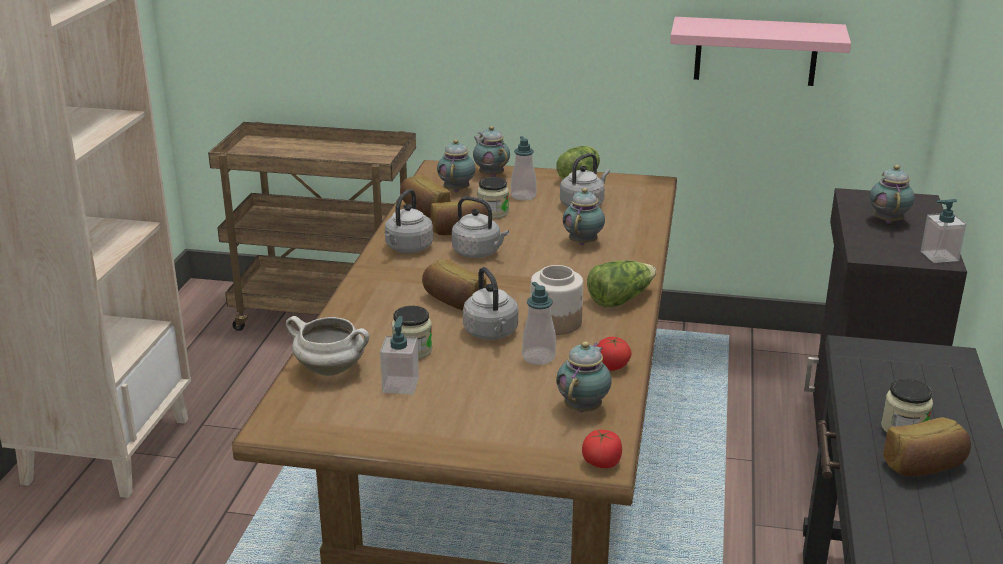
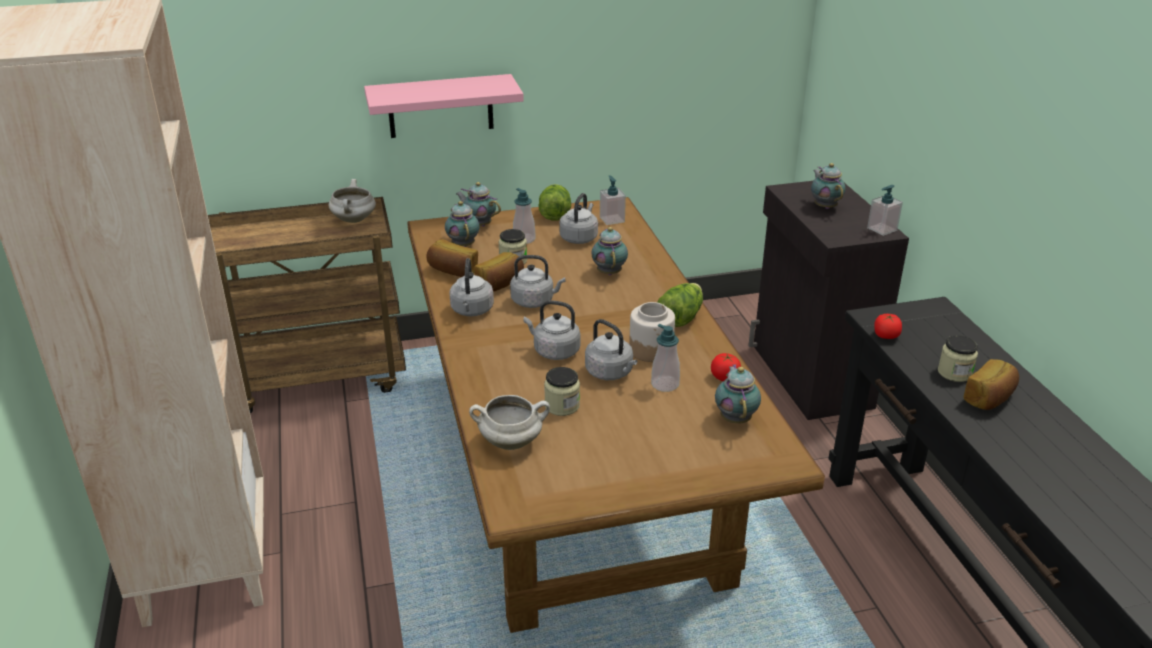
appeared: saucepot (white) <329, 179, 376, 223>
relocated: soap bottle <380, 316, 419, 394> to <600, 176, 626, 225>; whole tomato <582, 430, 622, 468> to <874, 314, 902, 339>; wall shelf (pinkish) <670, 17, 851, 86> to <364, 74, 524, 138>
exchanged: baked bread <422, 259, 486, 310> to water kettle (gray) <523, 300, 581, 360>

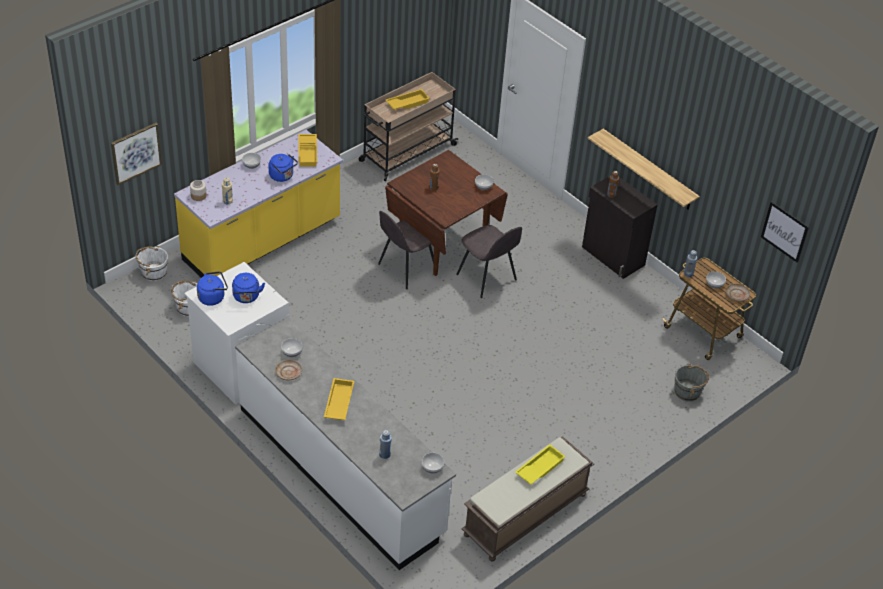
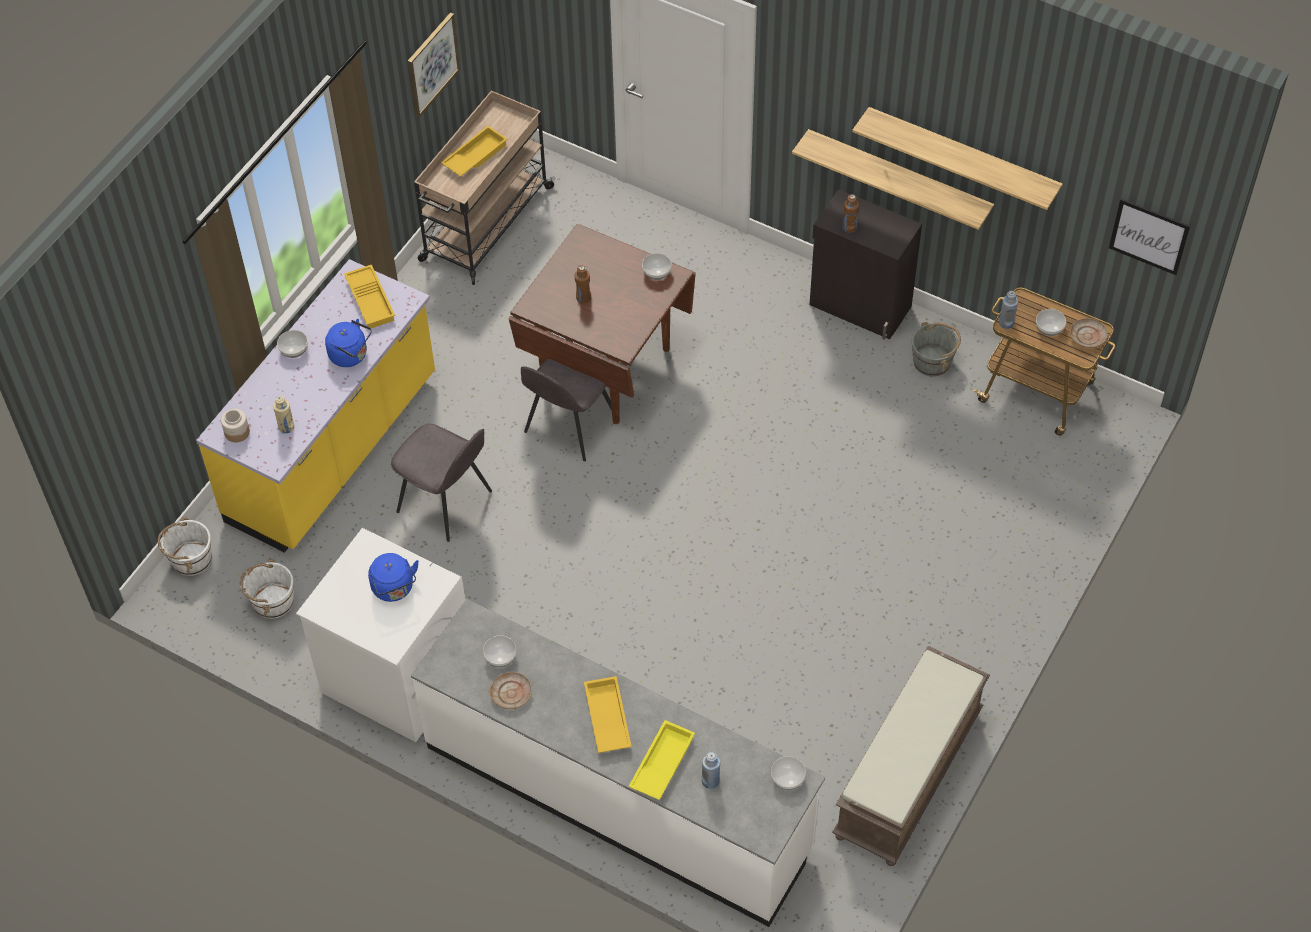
missing: water kettle (bluish) <197, 272, 228, 306>
appeared: wall shelf <852, 107, 1063, 210>
relocated: wall picture <111, 123, 162, 185> to <408, 12, 461, 118>; chair (gray) <456, 225, 522, 298> to <391, 424, 492, 542>; serving tray (yellowish) <515, 444, 566, 485> to <629, 720, 695, 800>; pail (gray) <674, 363, 709, 401> to <912, 322, 961, 377>

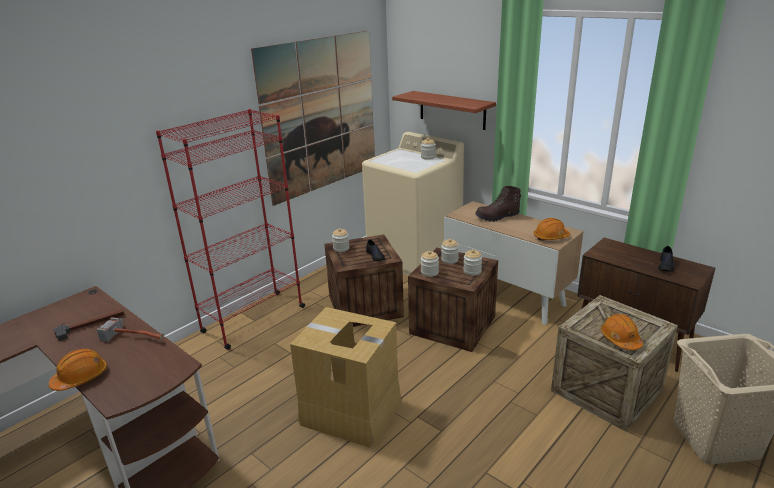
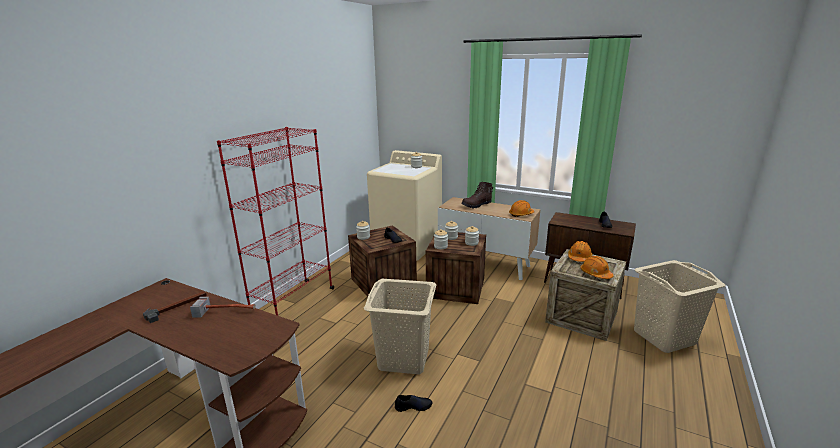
missing: wall picture <251, 31, 375, 206>; wall shelf <392, 91, 496, 130>
appeared: item of footwear (blackish) <395, 395, 433, 412>
relocated: work helmet (orange-coloured) <49, 349, 107, 391> to <568, 241, 592, 262>
exchanged: packing box <290, 307, 402, 448> to hamper (sand-coloured) <364, 279, 436, 374>

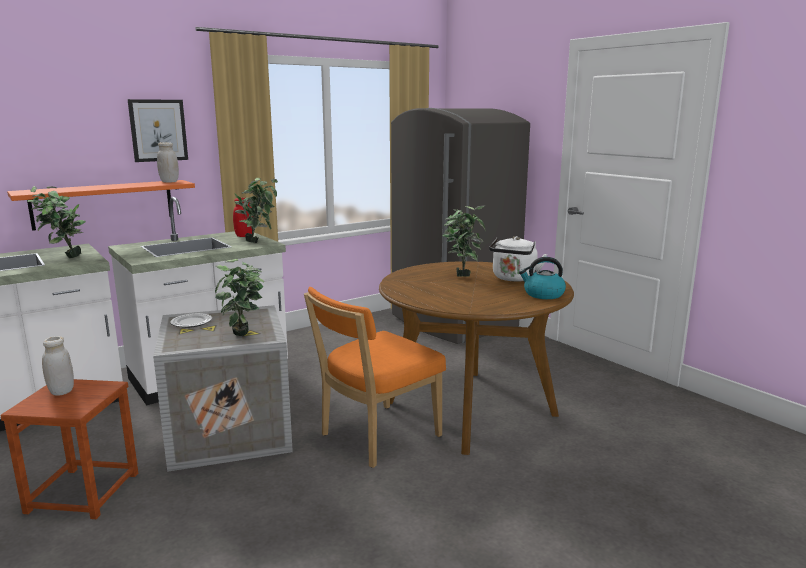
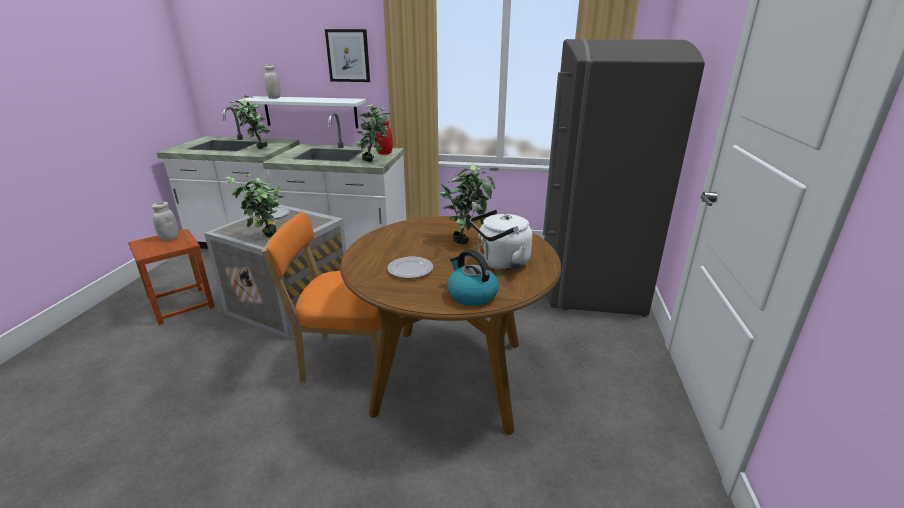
appeared: flat dish <387, 257, 433, 278>
relocated: jar (white) <157, 142, 179, 183> to <264, 65, 280, 99>
colour: wall shelf (orange-coloured) <7, 180, 195, 231> to wall shelf (white) <237, 96, 366, 128>

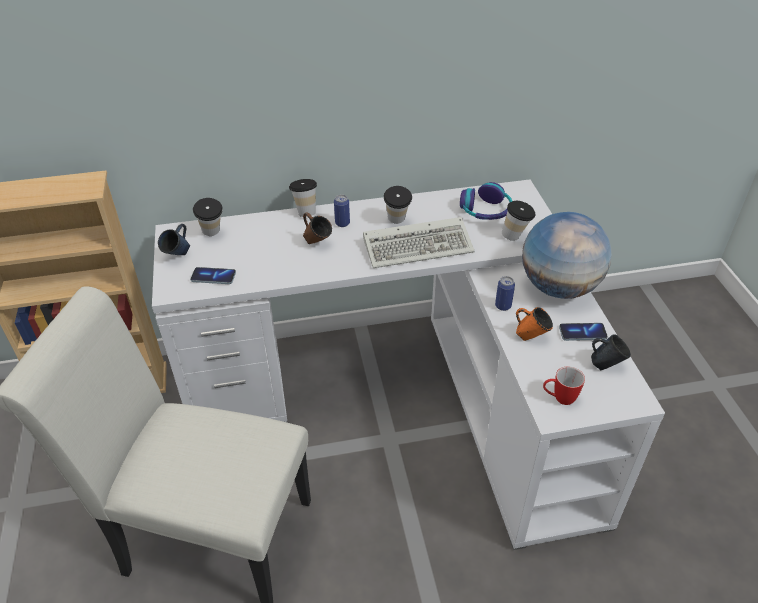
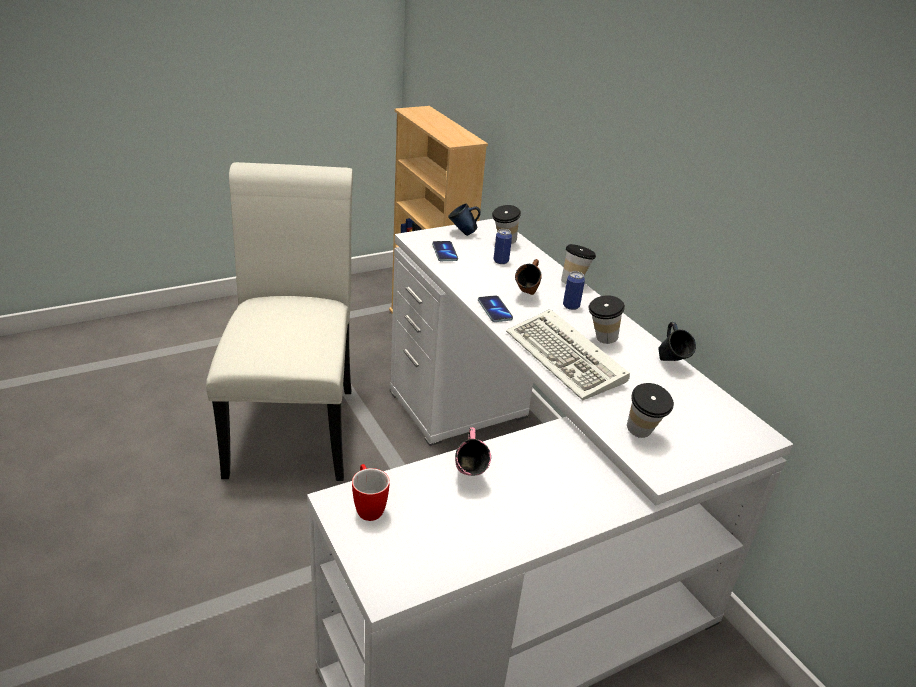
missing: headset <460, 182, 512, 220>; globe <522, 212, 612, 299>
relocated: metal can <495, 276, 515, 311> to <494, 229, 512, 264>; telephone <559, 323, 608, 341> to <478, 295, 513, 322>; tea mug (bluish) <591, 334, 631, 370> to <658, 322, 696, 361>
colour: tea mug (orange-coloured) <516, 307, 553, 341> to tea mug (pinkish) <455, 427, 491, 476>

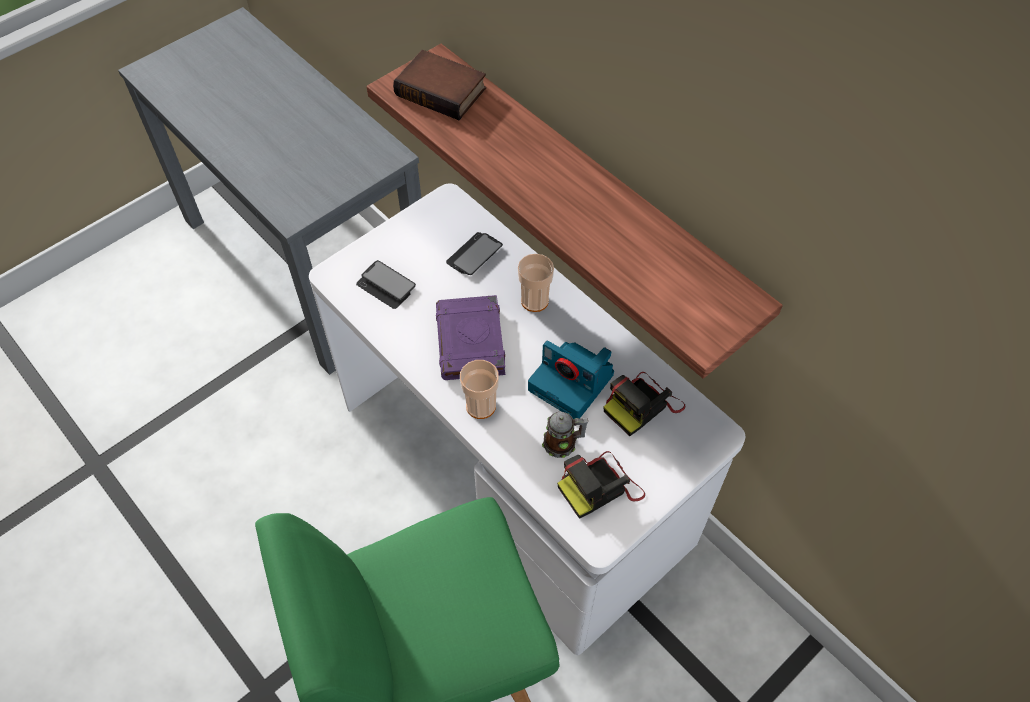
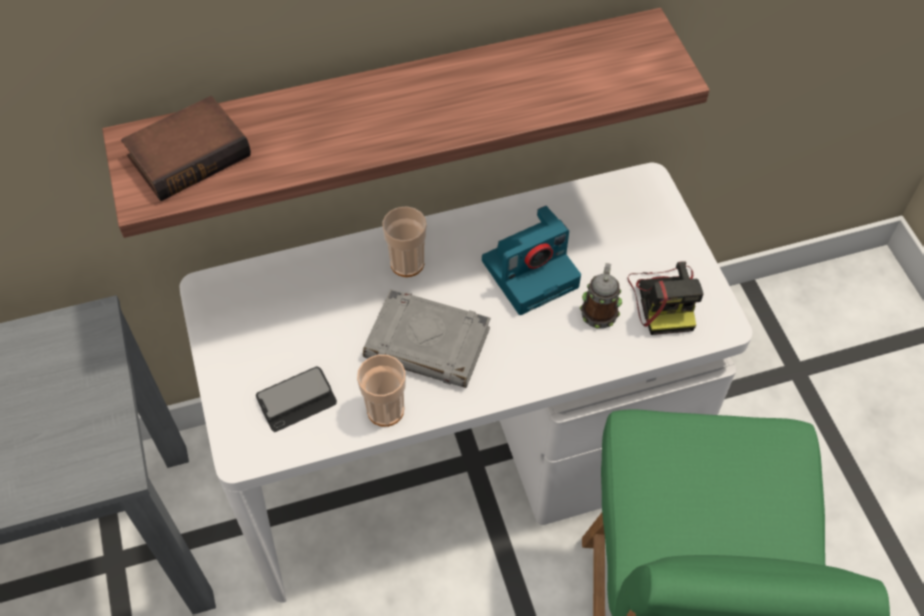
missing: telephone <446, 232, 503, 275>; photo camera <604, 372, 686, 436>
relocated: cup <460, 360, 499, 419> to <357, 355, 406, 427>
colour: volume (purple-coloured) <436, 295, 505, 380> to volume (gray) <363, 289, 490, 388>

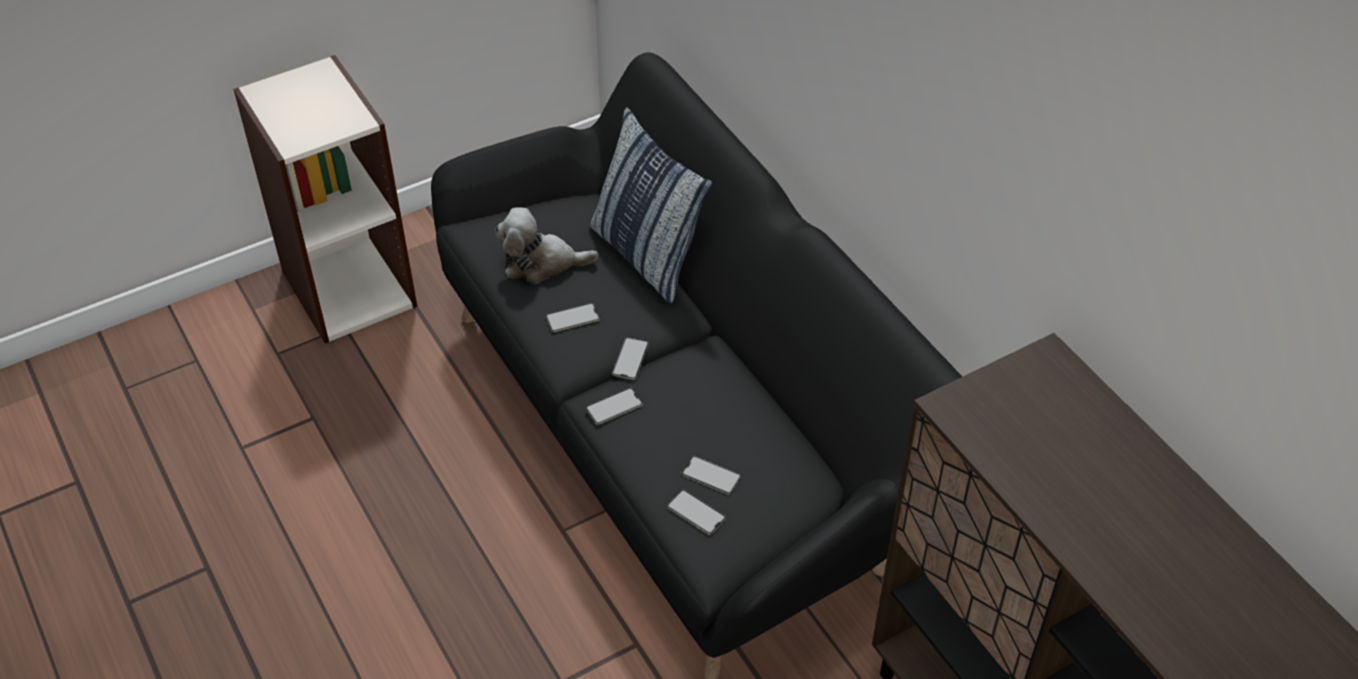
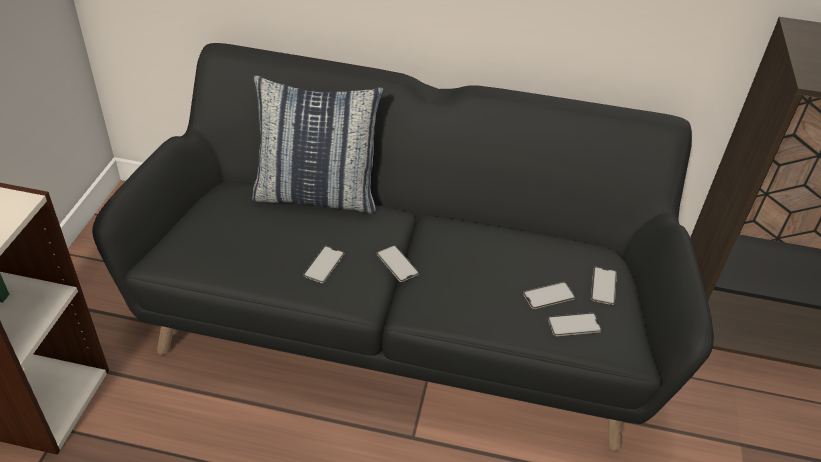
missing: cuddly toy <495, 207, 598, 284>
relocated: telephone <586, 388, 643, 425> to <591, 267, 617, 305>

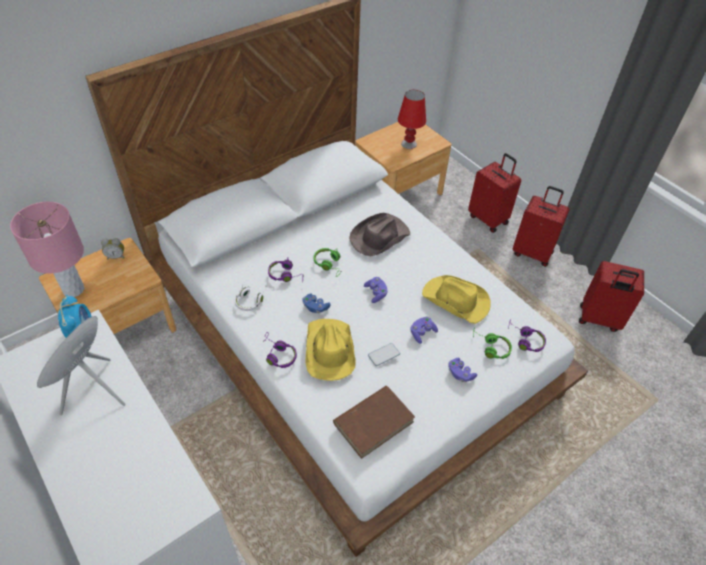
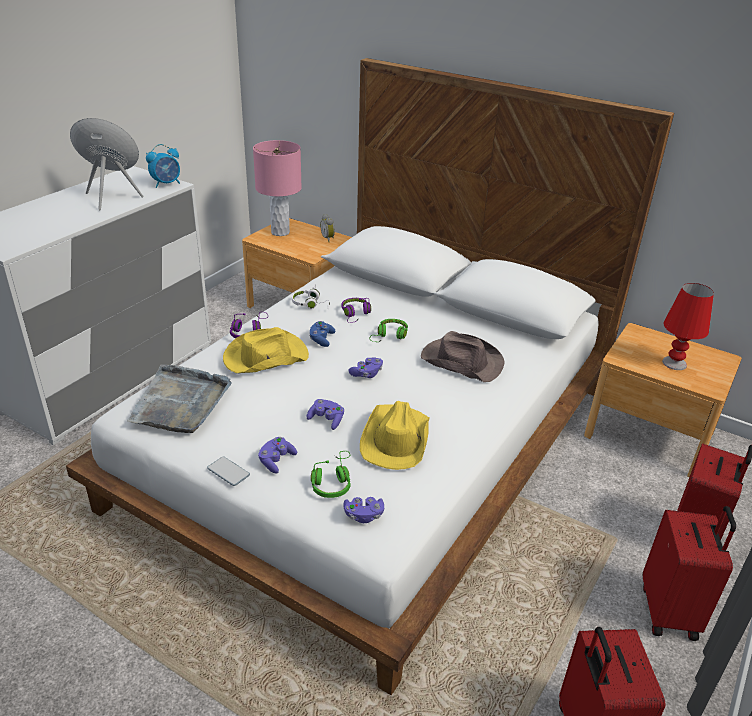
relocated: telephone <368, 343, 400, 366> to <207, 456, 250, 486>
exchanged: volume (brown-coloured) <333, 386, 415, 459> to serving tray (gray) <127, 365, 232, 433>; headset (purple-coloured) <508, 319, 546, 352> to joypad (purple-coloured) <343, 497, 384, 523>

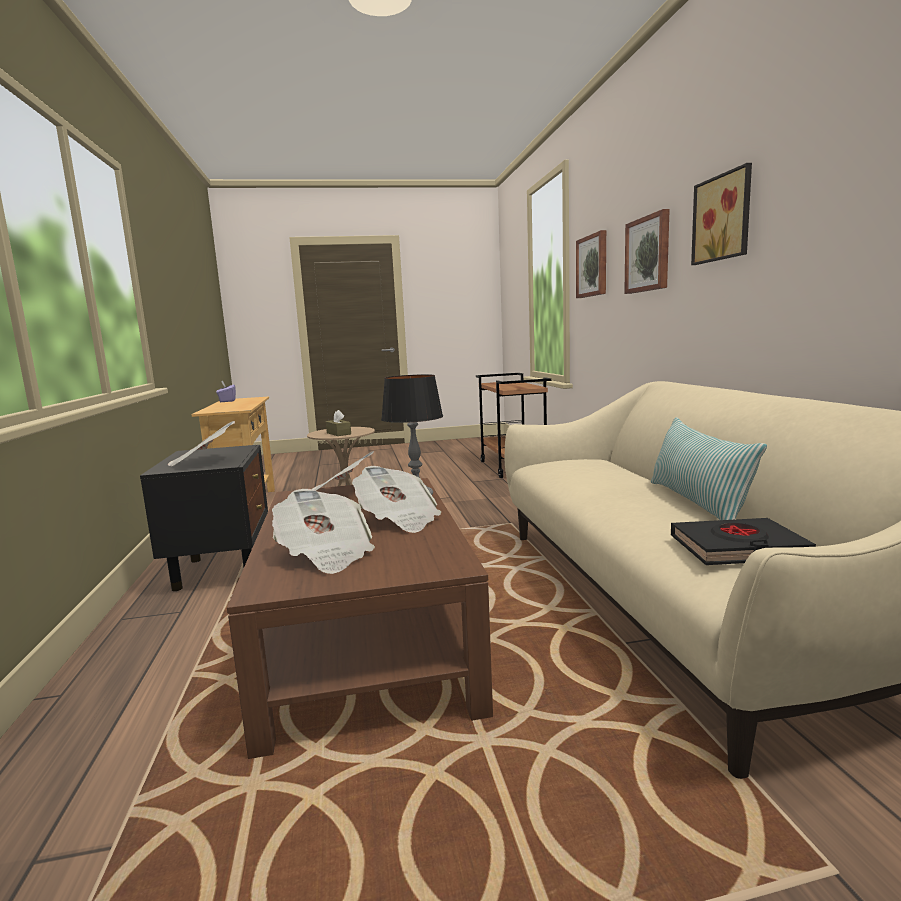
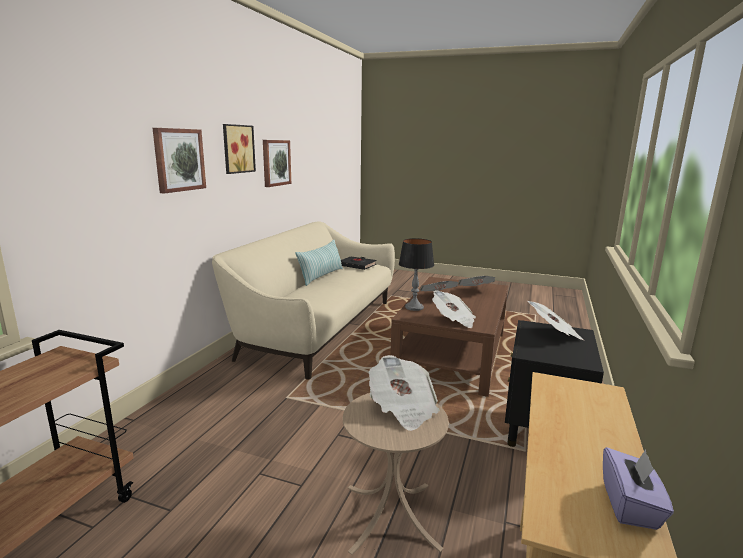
relocated: wall picture <576, 230, 606, 298> to <263, 140, 291, 187>
exchanged: box of tissues (brown-coloured) <326, 410, 351, 436> to daily paper <369, 355, 440, 431>

